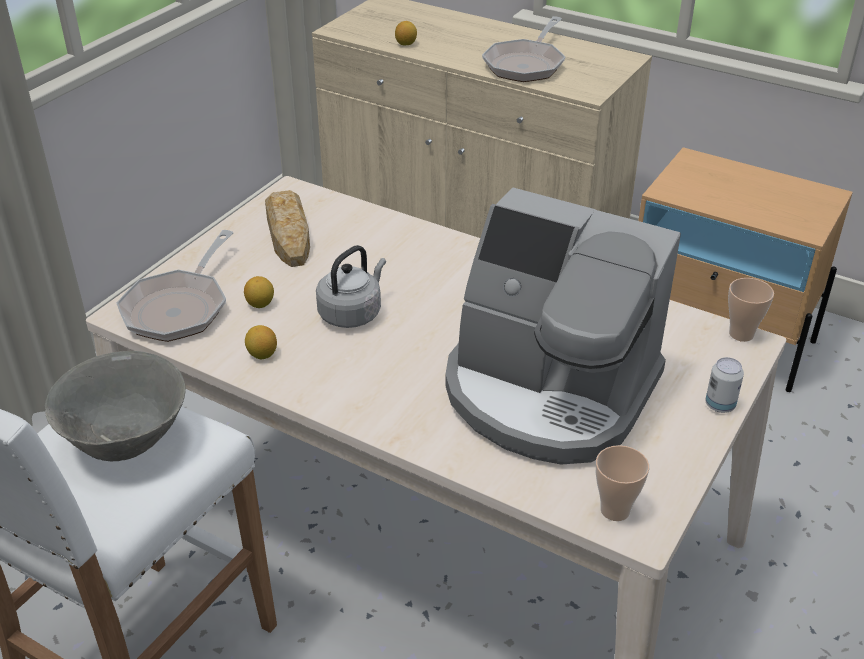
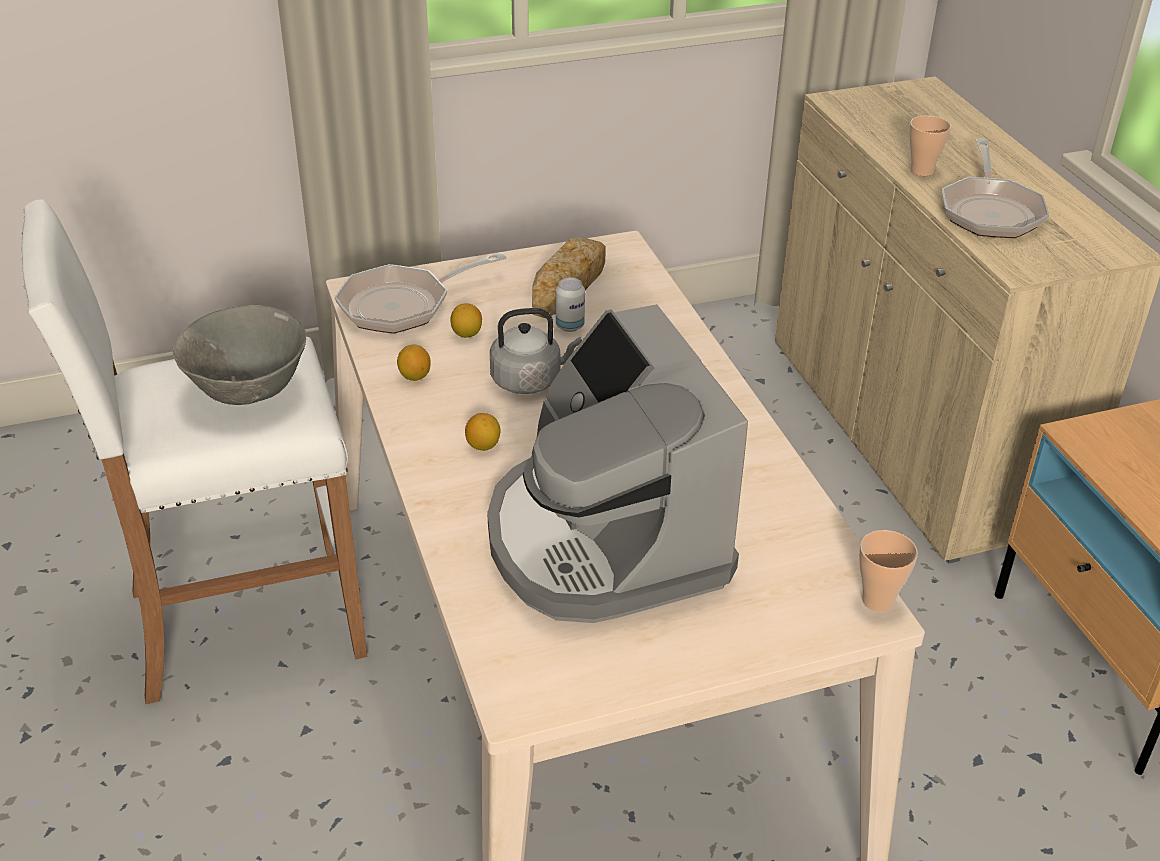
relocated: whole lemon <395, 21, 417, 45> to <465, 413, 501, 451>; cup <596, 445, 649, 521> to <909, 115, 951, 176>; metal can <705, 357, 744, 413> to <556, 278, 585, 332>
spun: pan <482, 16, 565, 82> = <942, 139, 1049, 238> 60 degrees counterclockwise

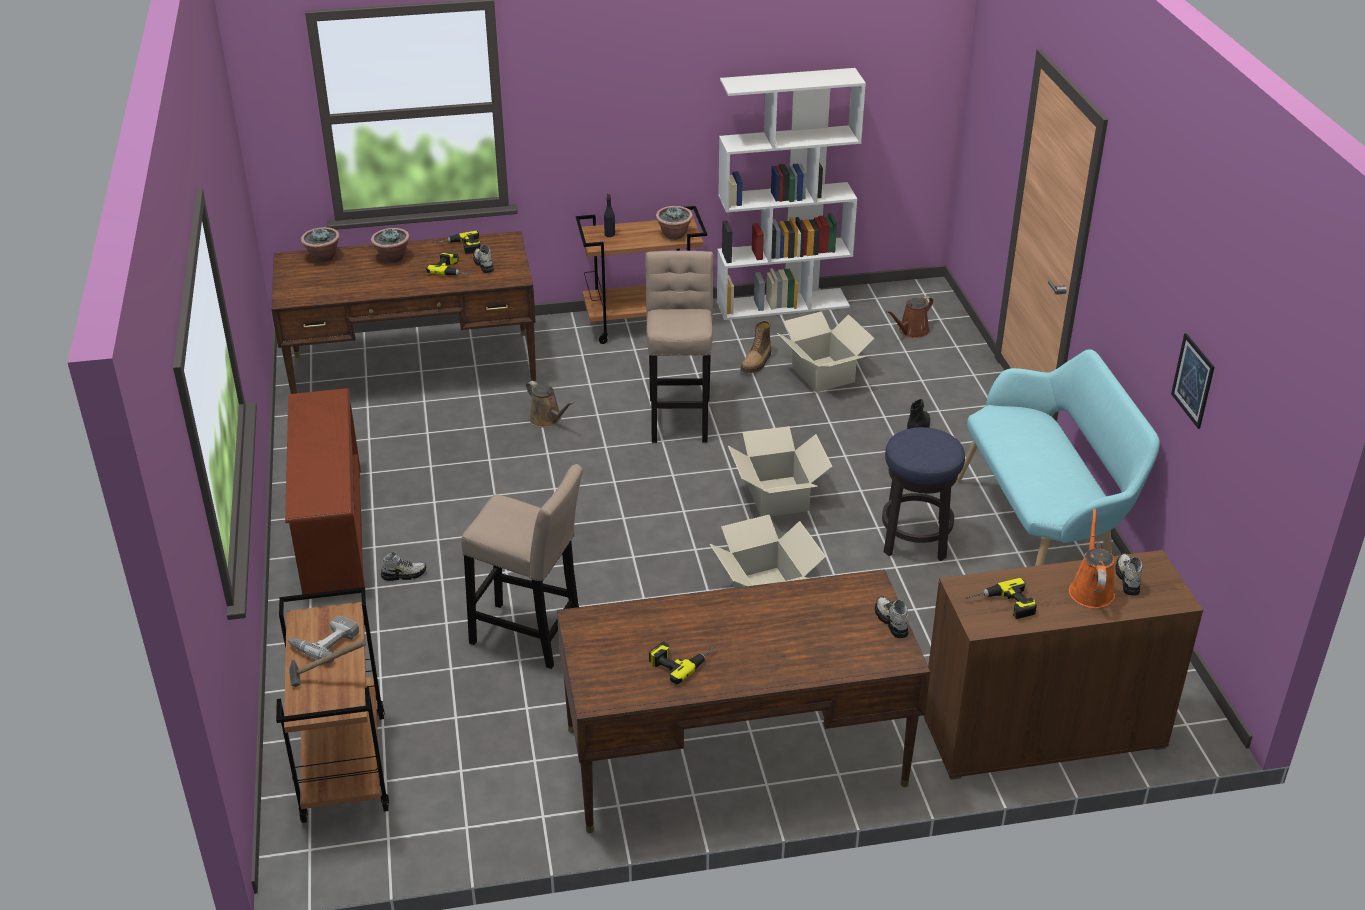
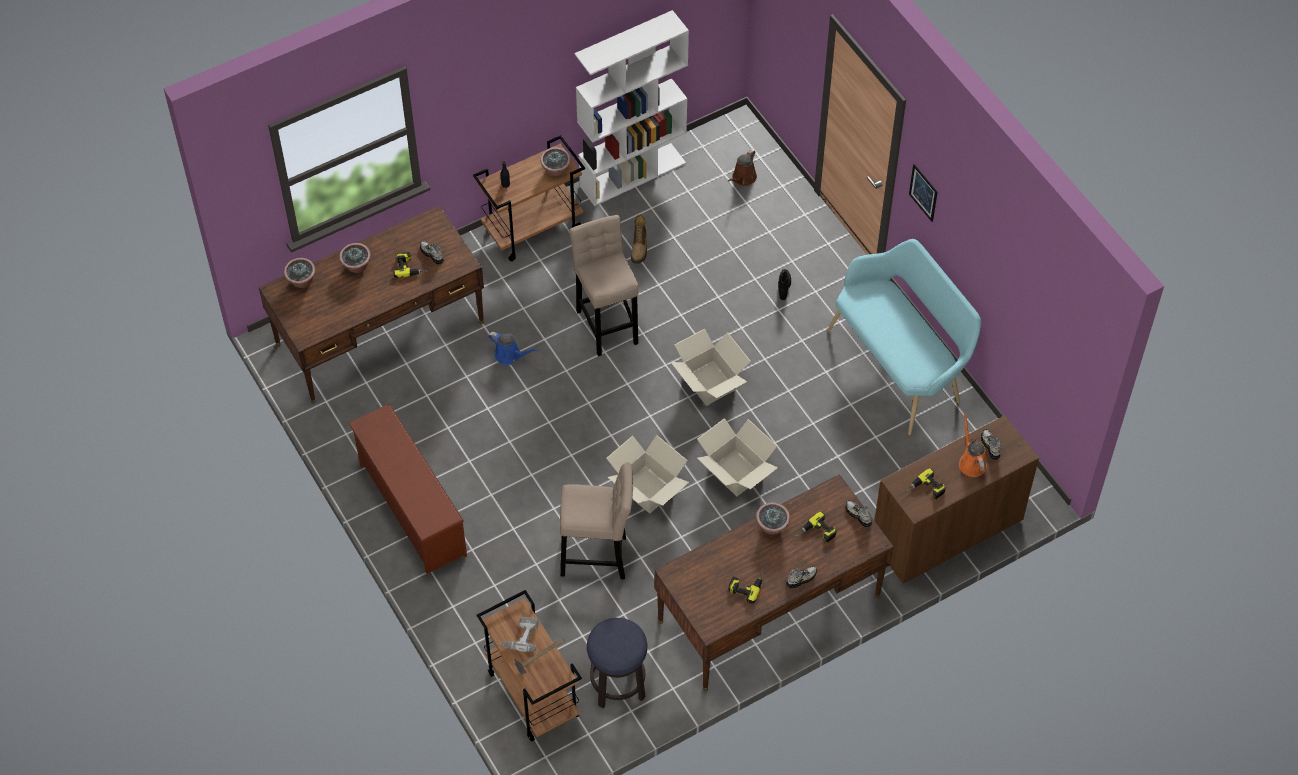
appeared: potted plant <756, 502, 790, 535>
relocated: item of footwear <381, 552, 426, 581> to <786, 566, 817, 589>; electric drill <433, 230, 481, 254> to <793, 512, 837, 543>; packing box <777, 311, 875, 393> to <606, 435, 689, 514>; stool <882, 427, 965, 561> to <587, 618, 647, 708>; wall picture <1171, 333, 1214, 429> to <909, 164, 938, 222>
colour: watering can (brown-coloured) <526, 381, 574, 428> to watering can (bluish) <488, 332, 539, 365>

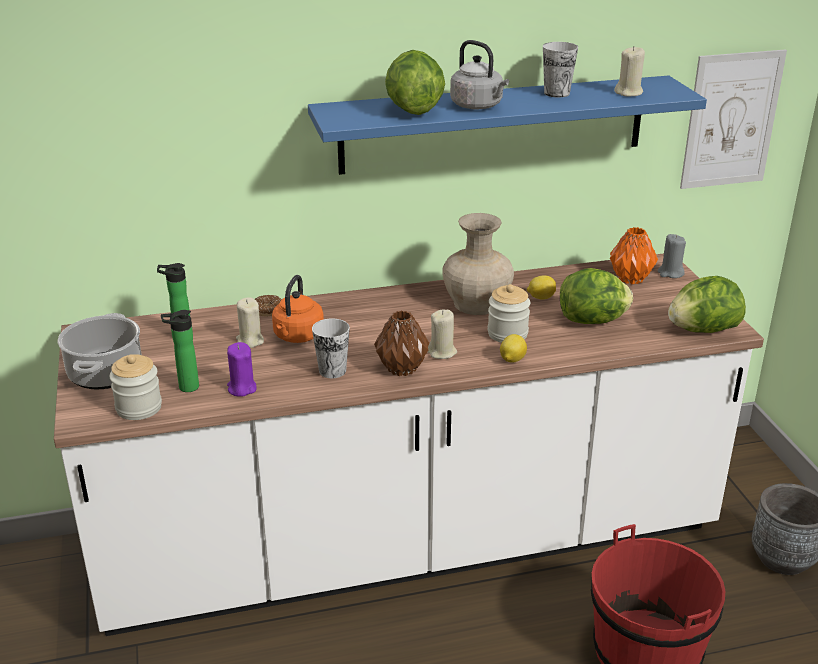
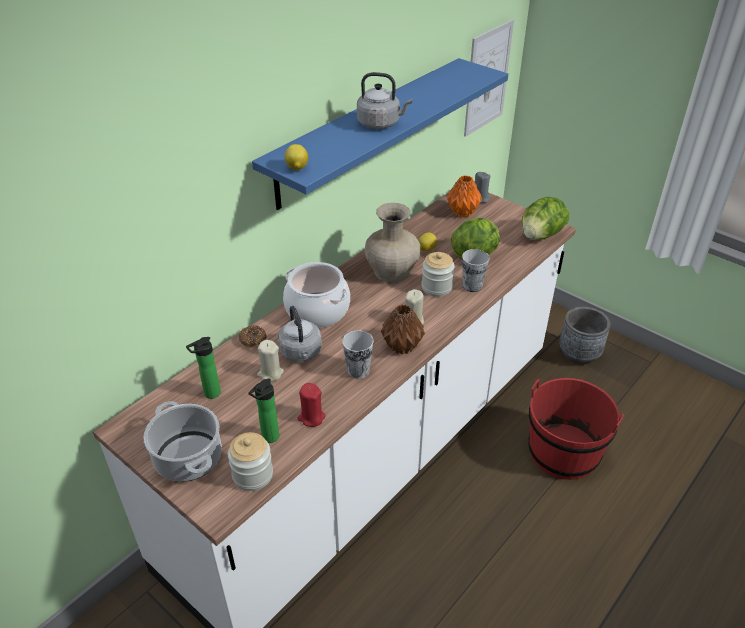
missing: lettuce head <385, 50, 445, 115>; wax candle (sand-coloured) <614, 46, 645, 96>
appeared: saucepot <283, 262, 350, 328>
relocated: whole lemon <500, 334, 527, 363> to <285, 144, 308, 170>; cup <543, 42, 578, 98> to <462, 249, 489, 292>
colour: wax candle (purple-coloured) <227, 342, 257, 397> to wax candle (reddish) <297, 383, 326, 427>; water kettle (orange-coloured) <272, 275, 324, 343> to water kettle (gray) <278, 306, 322, 362>

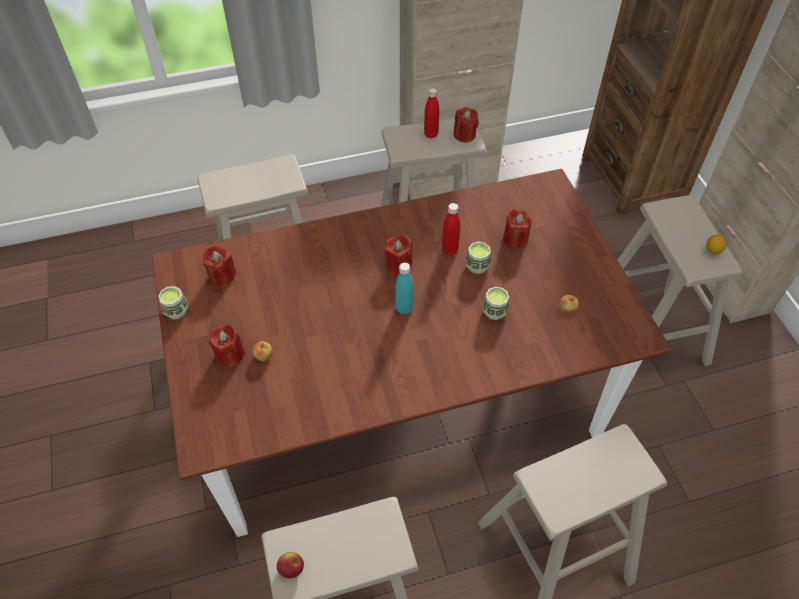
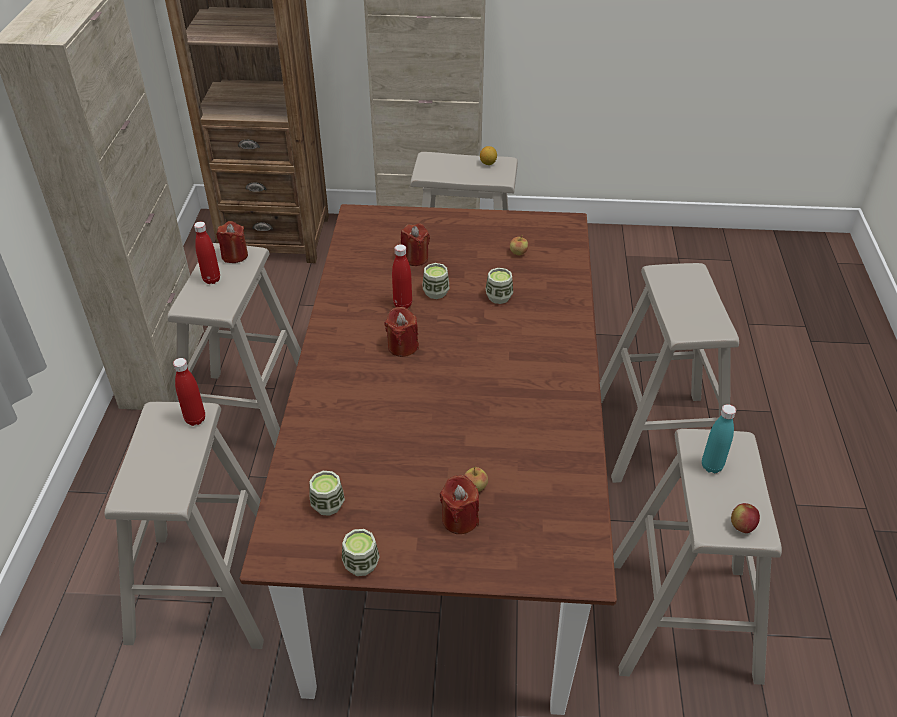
appeared: bottle (reddish) <173, 358, 205, 426>
relocated: bottle (turquoise) <395, 263, 414, 314> to <702, 404, 736, 473>
exchanged: wax candle (reddish) <203, 245, 236, 286> to cup <309, 471, 345, 516>

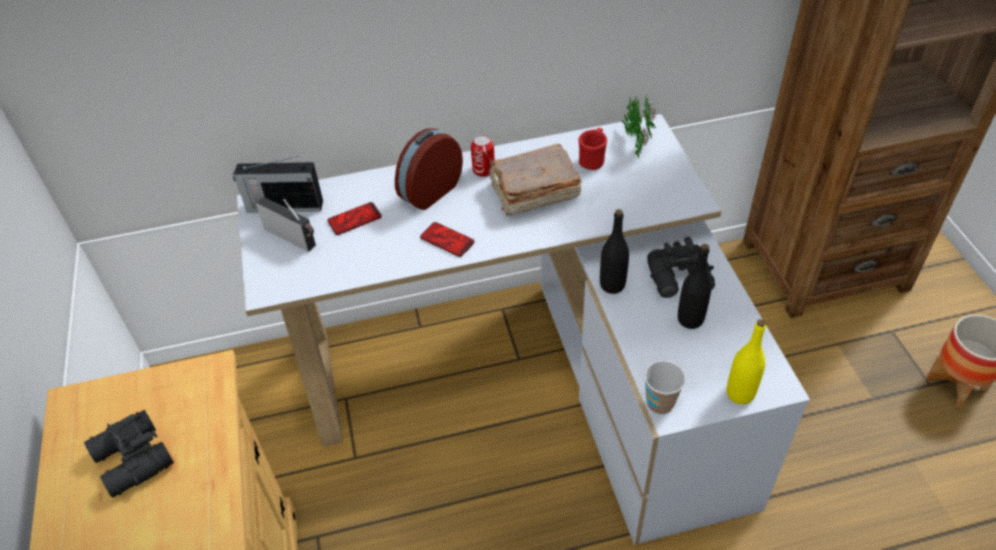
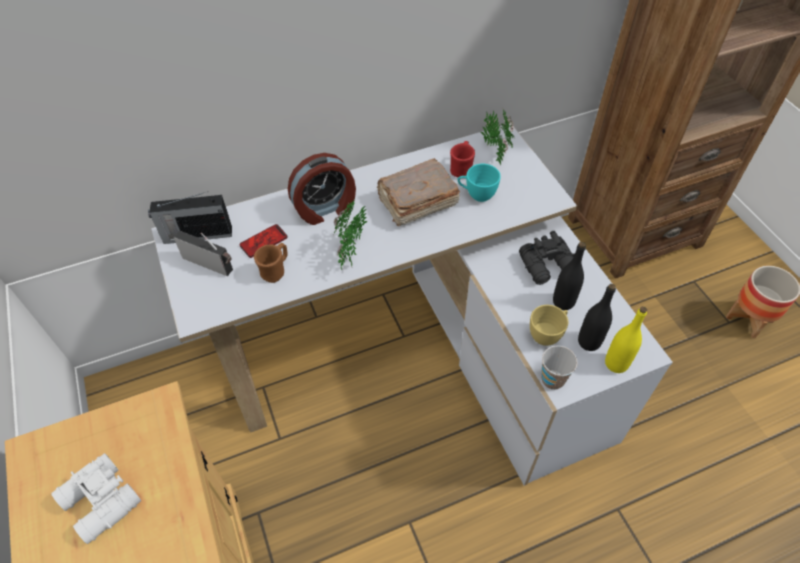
missing: metal can <471, 135, 495, 177>
appeared: tea mug (brown-coloured) <254, 243, 288, 283>; cup (turquoise) <458, 164, 501, 202>; cup (yellowish) <530, 305, 568, 346>
relocated: bottle (blackish) <600, 209, 629, 294> to <578, 284, 616, 351>
exchanged: telephone <420, 222, 474, 257> to potted plant <333, 200, 367, 270>
colour: binoculars (blackish) <84, 410, 174, 498> to binoculars (white) <51, 453, 141, 544>
spun: bedside clock <395, 128, 463, 210> = <288, 153, 356, 225> 150 degrees counterclockwise

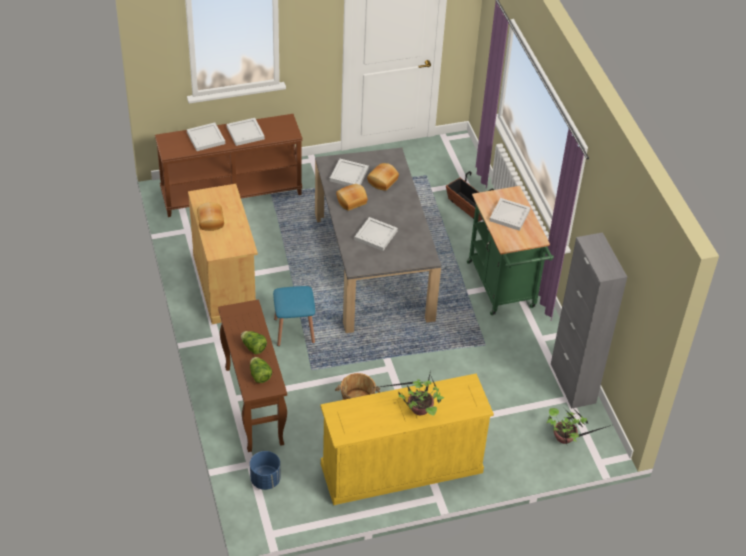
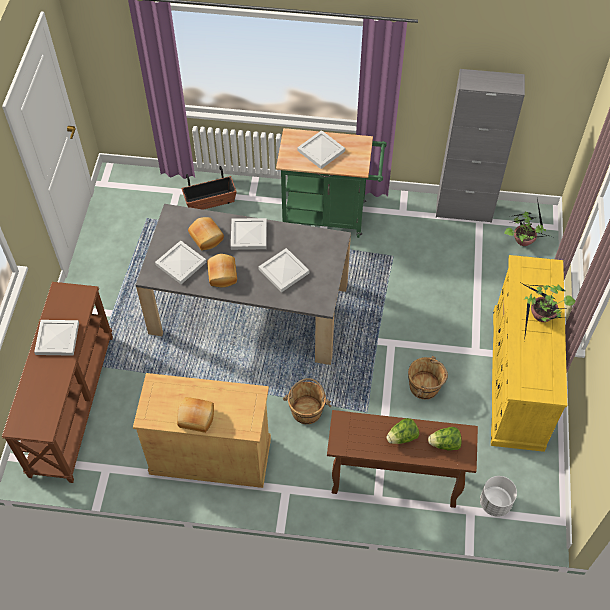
relocated: serving tray (white) <187, 123, 225, 151> to <231, 218, 267, 250>
exchanged: stool (bluish) <273, 286, 315, 346> to pail (brown-coloured) <283, 378, 331, 424>
colour: plant pot (bluish) <250, 451, 281, 490> to plant pot (white) <480, 476, 517, 517>

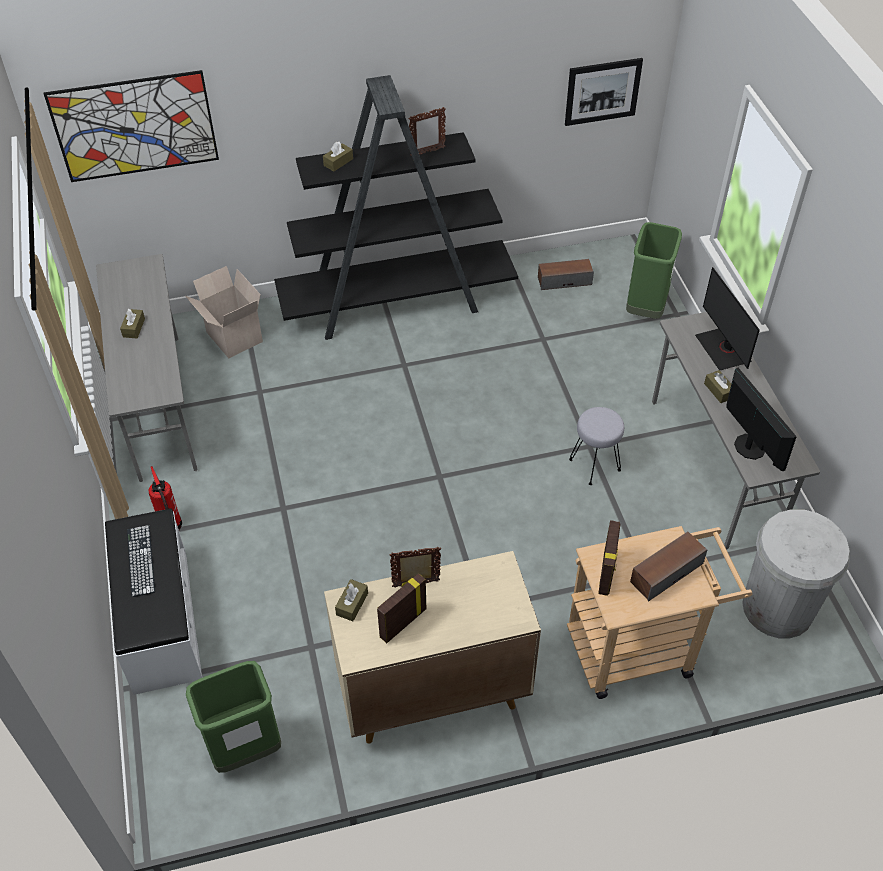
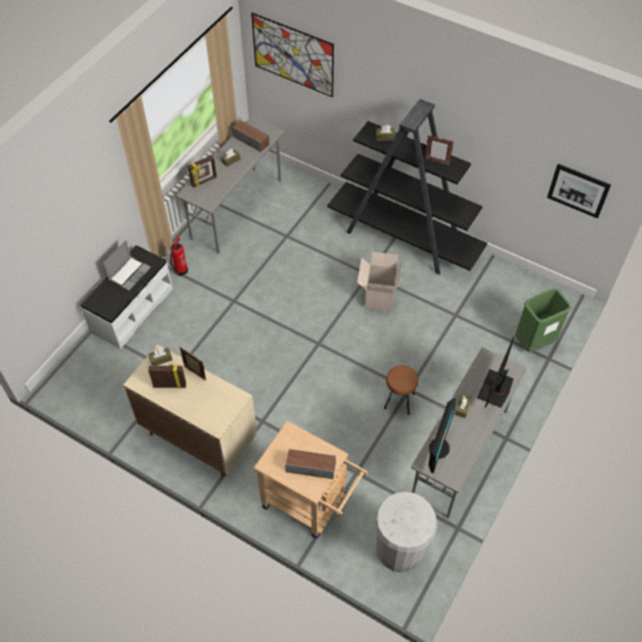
missing: waste bin (greenish) <186, 661, 281, 773>
relocated: packing box <185, 266, 263, 358> to <357, 252, 402, 311>; audio speaker <538, 259, 594, 290> to <232, 120, 269, 152>; picture frame <598, 520, 620, 596> to <188, 155, 217, 188>
exchanged: PC keyboard <127, 525, 155, 597> to notebook computer <103, 240, 151, 291>
colour: stool (gray) <569, 407, 624, 485> to stool (brown-coloured) <384, 365, 418, 415>

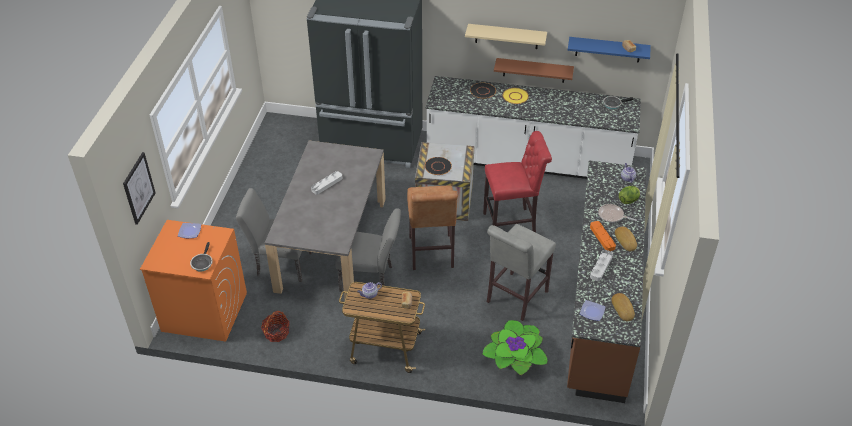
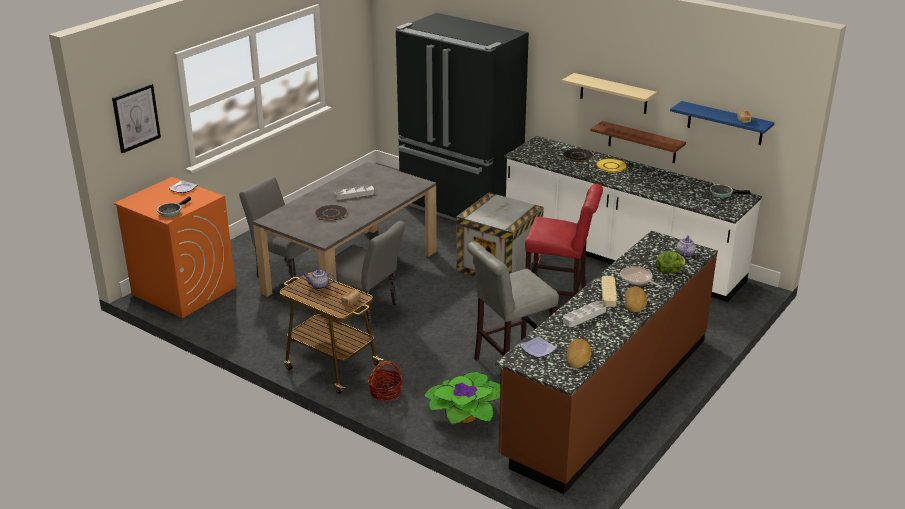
missing: stool (brown-coloured) <407, 185, 458, 270>
relocated: basket <261, 311, 289, 342> to <368, 361, 403, 401>; flat dish (blackish) <425, 157, 452, 175> to <314, 205, 348, 221>
colour: serving tray (orange-coloured) <590, 221, 616, 251> to serving tray (sand-coloured) <601, 276, 617, 307>

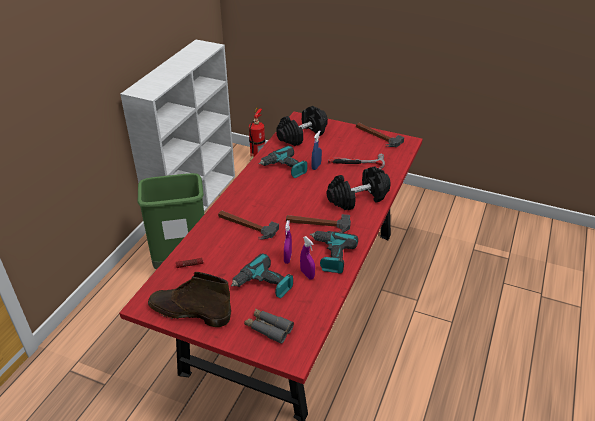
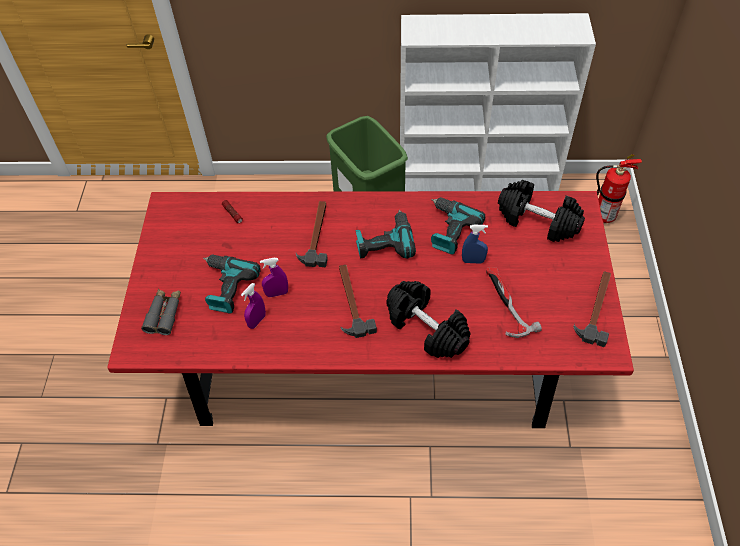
missing: high-top boot (brown-coloured) <148, 272, 231, 327>
relocated: electric drill <310, 231, 358, 274> to <355, 210, 416, 259>

